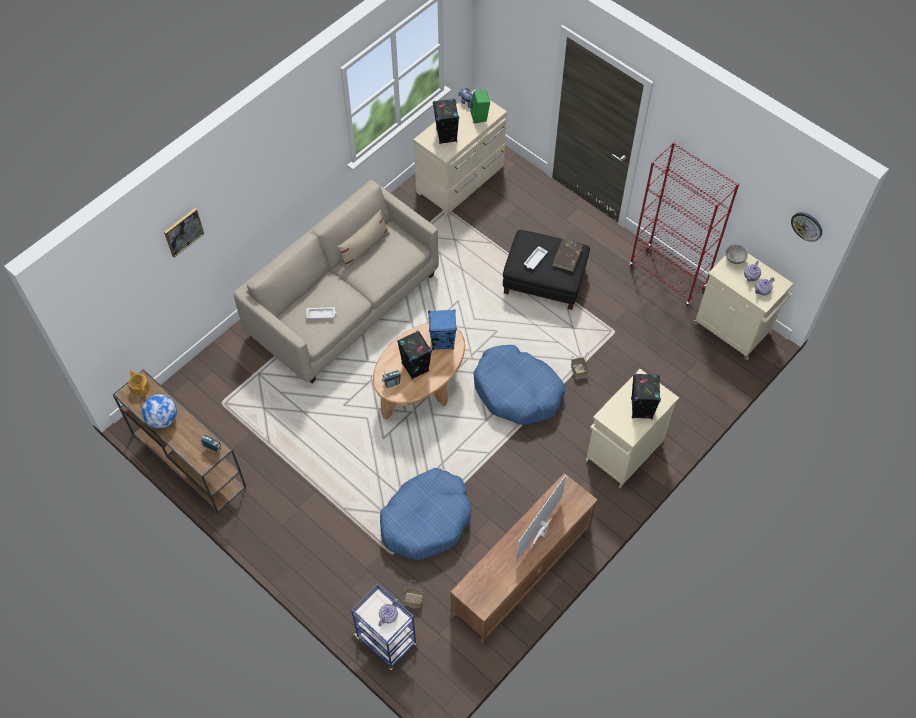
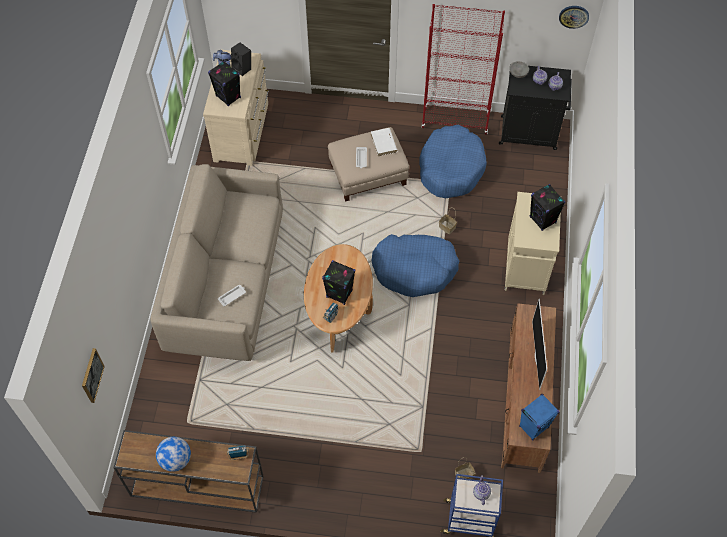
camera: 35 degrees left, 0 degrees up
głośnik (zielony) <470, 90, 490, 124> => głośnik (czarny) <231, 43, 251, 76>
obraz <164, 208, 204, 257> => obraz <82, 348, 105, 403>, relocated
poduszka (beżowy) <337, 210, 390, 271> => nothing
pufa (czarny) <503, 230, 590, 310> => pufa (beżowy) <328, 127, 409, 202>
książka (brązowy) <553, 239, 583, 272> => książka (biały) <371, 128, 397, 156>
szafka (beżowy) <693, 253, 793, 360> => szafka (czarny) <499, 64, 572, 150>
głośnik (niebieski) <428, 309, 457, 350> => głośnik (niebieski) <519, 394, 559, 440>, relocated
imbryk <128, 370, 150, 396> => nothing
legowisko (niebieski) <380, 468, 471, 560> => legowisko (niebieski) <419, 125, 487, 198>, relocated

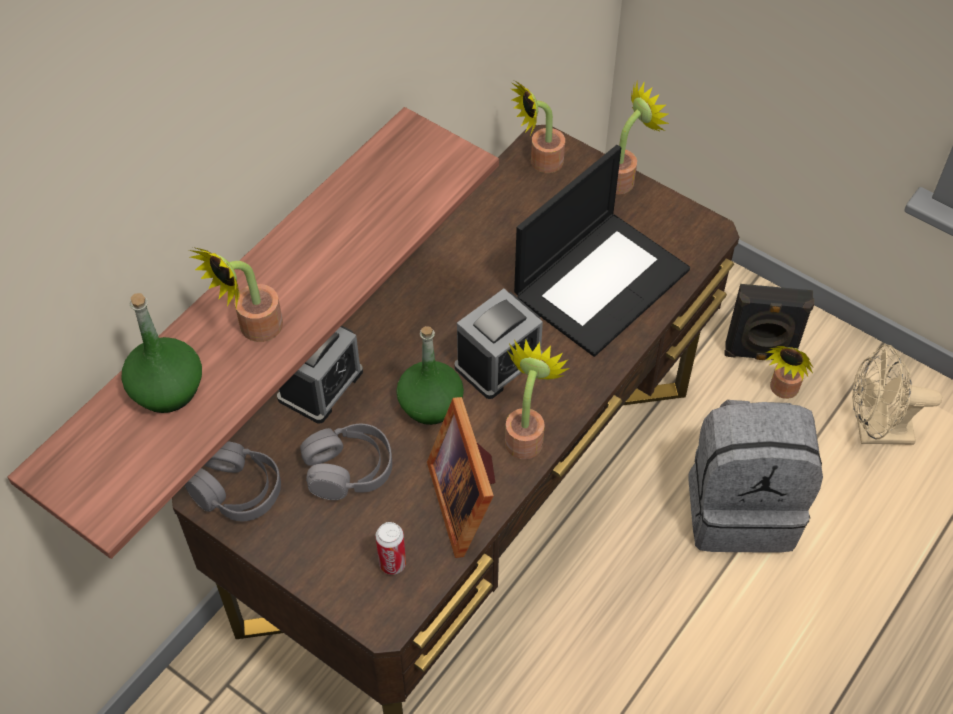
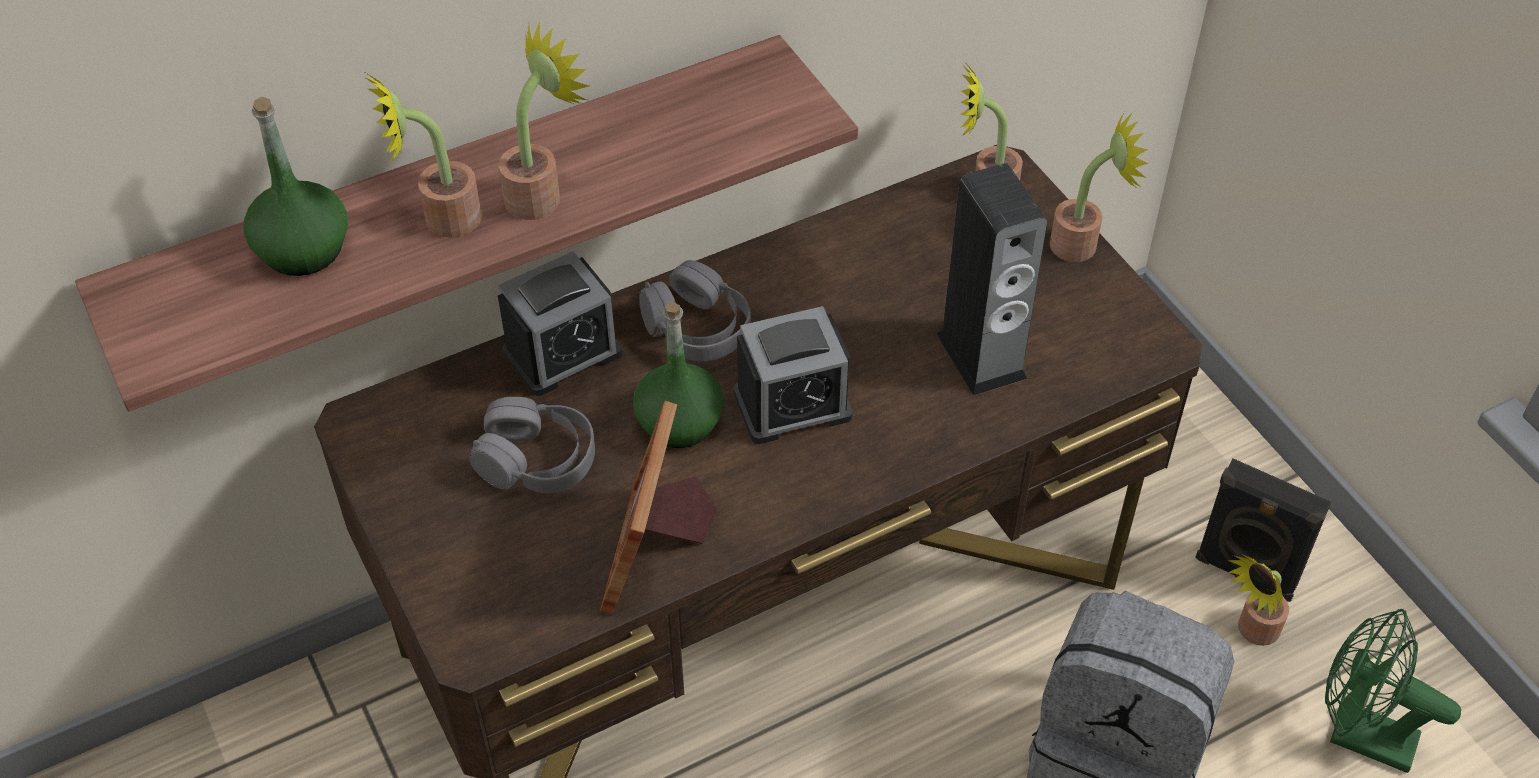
camera: 25 degrees right, 5 degrees down
laptop <514, 145, 690, 357> => głośnik <936, 164, 1047, 395>
roślina doniczkowa <505, 340, 569, 459> => roślina doniczkowa <499, 21, 589, 220>, relocated
wentylator (beżowy) <852, 344, 942, 445> => wentylator (zielony) <1325, 609, 1461, 773>
słuchawki (szary) <185, 441, 281, 521> => słuchawki (szary) <639, 260, 751, 361>, relocated
puszka <376, 522, 406, 575> => nothing

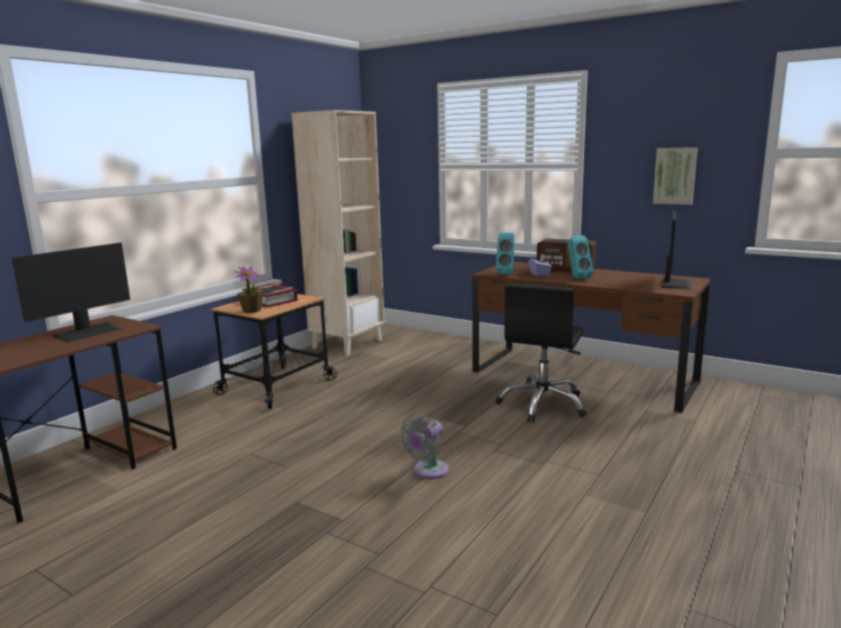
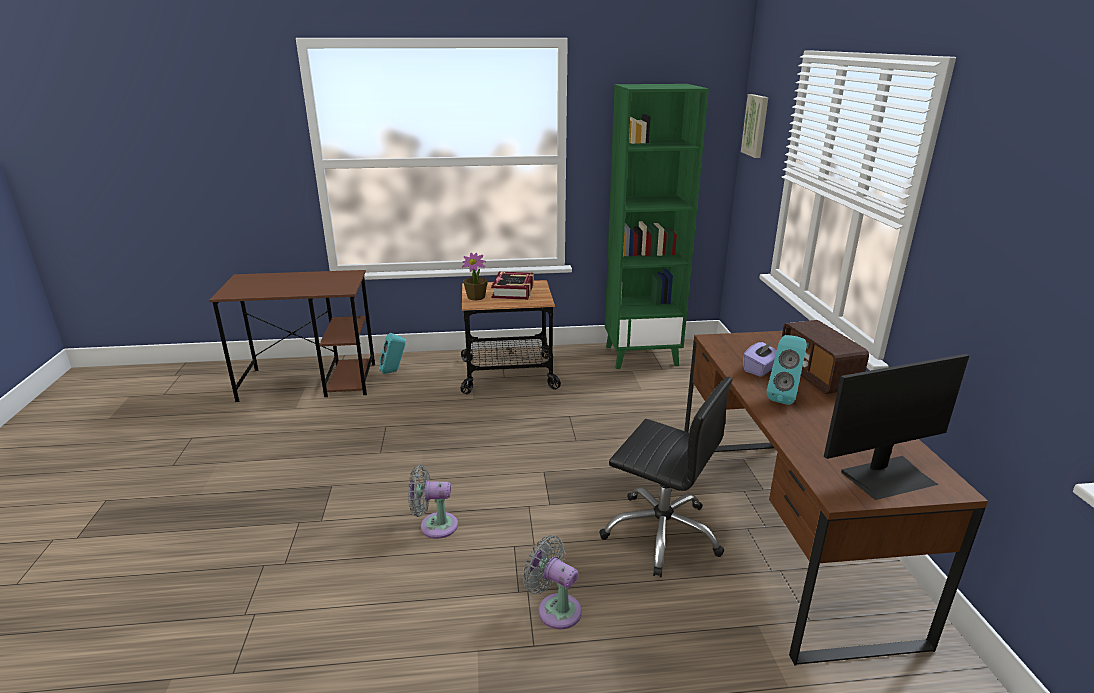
camera: 50 degrees right, 10 degrees up
regał (beżowy) <291, 110, 385, 356> => regał (zielony) <605, 84, 709, 369>
obraz <653, 147, 698, 205> => obraz <741, 94, 768, 158>, relocated
głośnik (turkusowy) <496, 233, 514, 275> => głośnik (turkusowy) <379, 333, 406, 374>, relocated
monitor <12, 243, 130, 342> => nothing
krzesło biurowe (czarny) <496, 284, 587, 423> => krzesło biurowe (czarny) <599, 377, 732, 577>, 135 degrees counterclockwise
nothing => wentylator (szary) <523, 535, 582, 629>

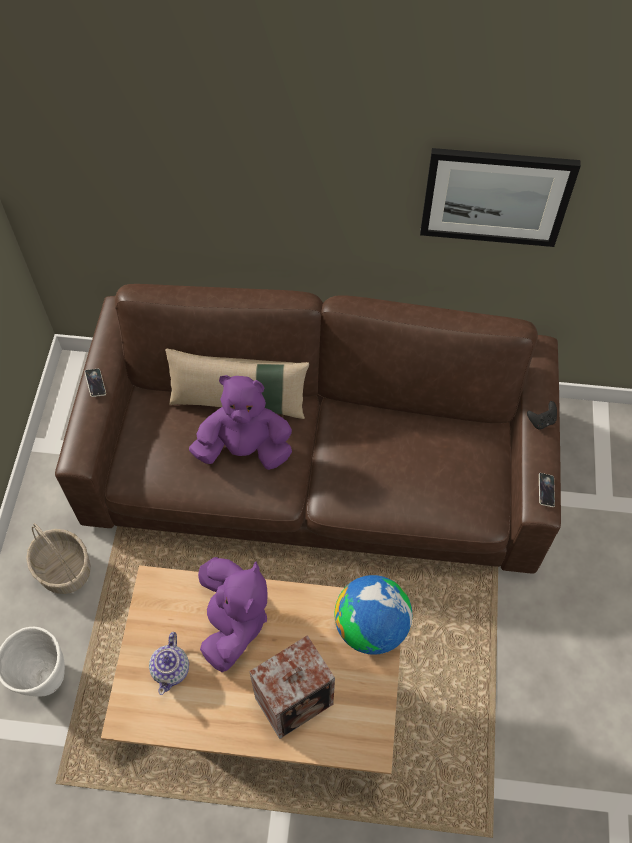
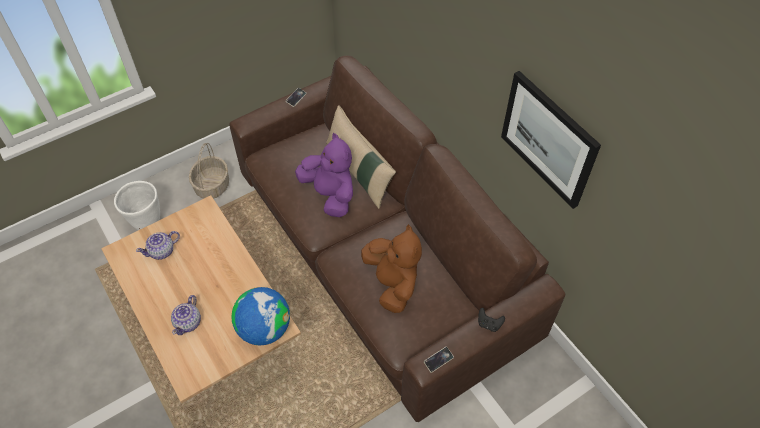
camera: 50 degrees right, 5 degrees down
pluszak (fioletowy) <198, 557, 267, 672> => nothing
głośnik <249, 635, 335, 739> => imbryk <171, 295, 201, 335>
nothing => pluszak (brązowy) <361, 224, 422, 313>

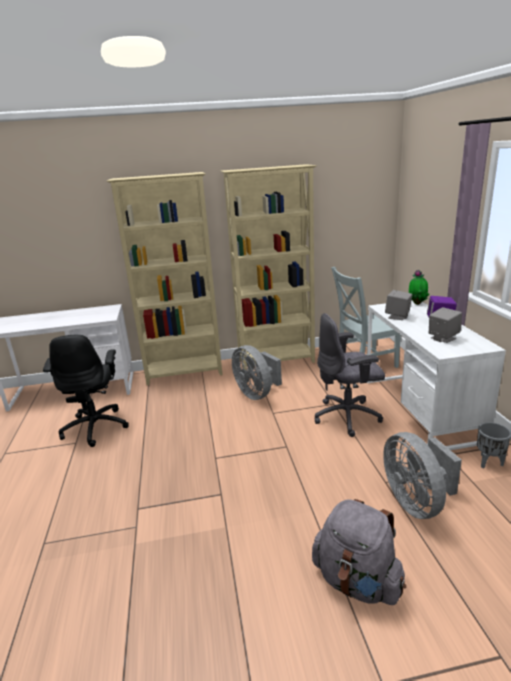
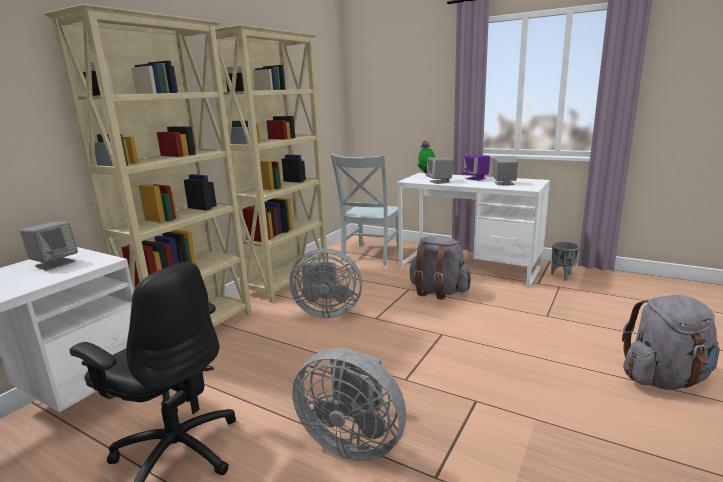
camera: 50 degrees left, 5 degrees down
krzesło biurowe (szary) <314, 313, 385, 437> => plecak (szary) <409, 236, 471, 300>
wentylator (szary) <383, 432, 462, 519> => wentylator (szary) <292, 348, 406, 461>, relocated
nothing => głośnik (szary) <20, 222, 78, 270>

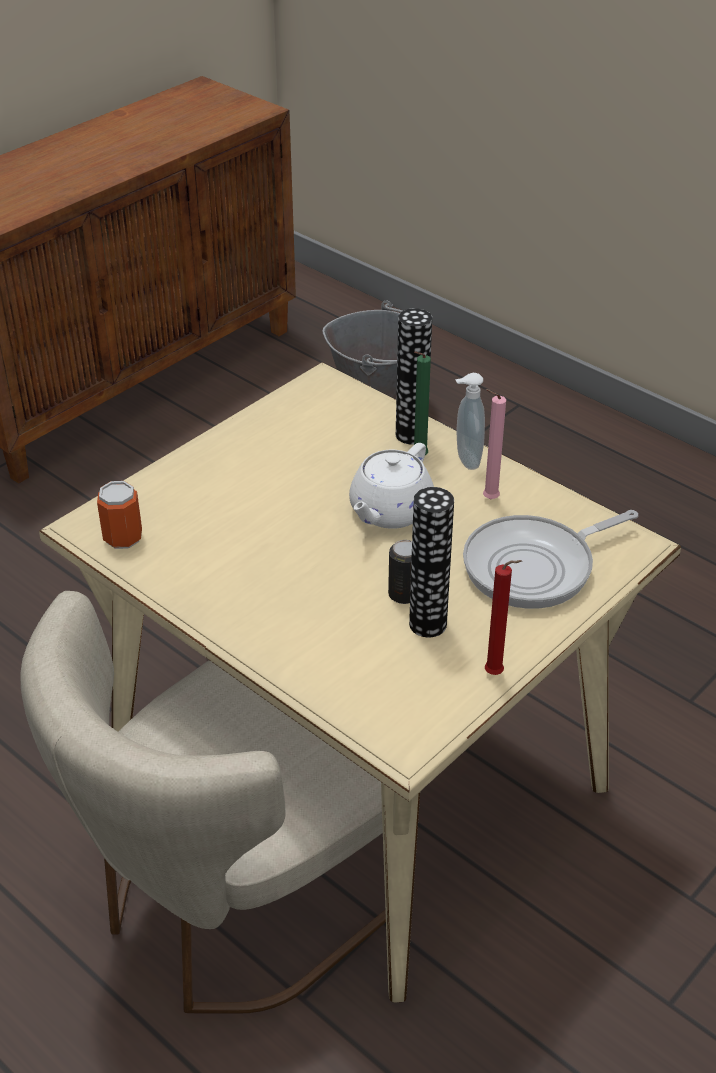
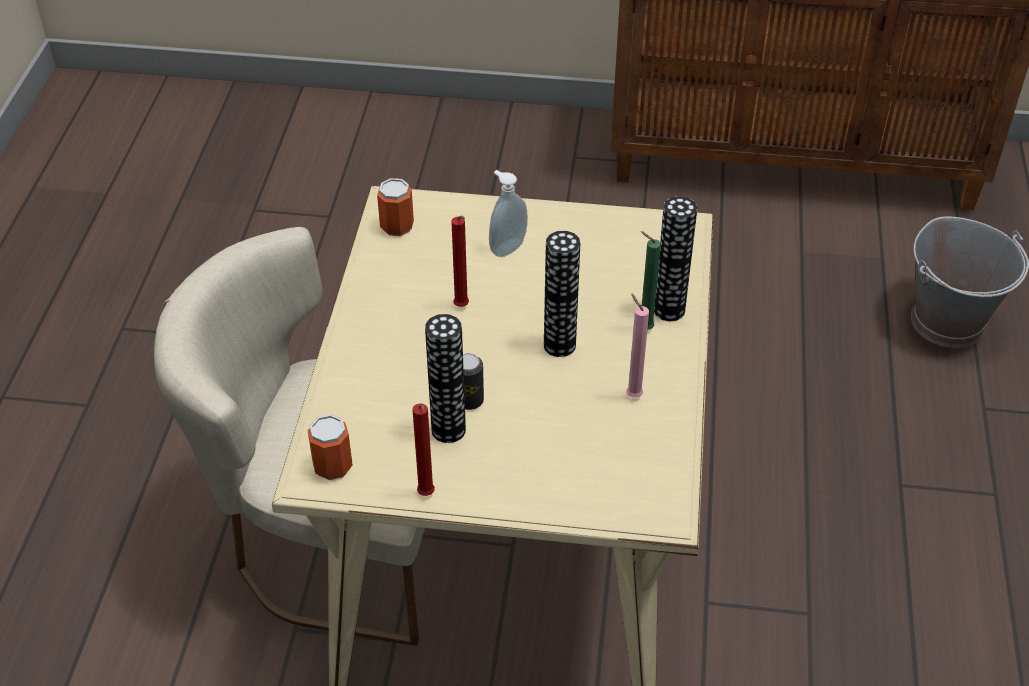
camera: 55 degrees right, 5 degrees up
dozownik mydła <455, 373, 485, 470> => dozownik mydła <489, 170, 528, 257>, relocated
imbryk (biały) <349, 443, 434, 529> => wazon <544, 231, 580, 357>
patelnia <463, 510, 638, 609> => nothing
nothing => świeca (czerwony) <451, 216, 469, 307>
nothing => puszka <308, 414, 353, 480>

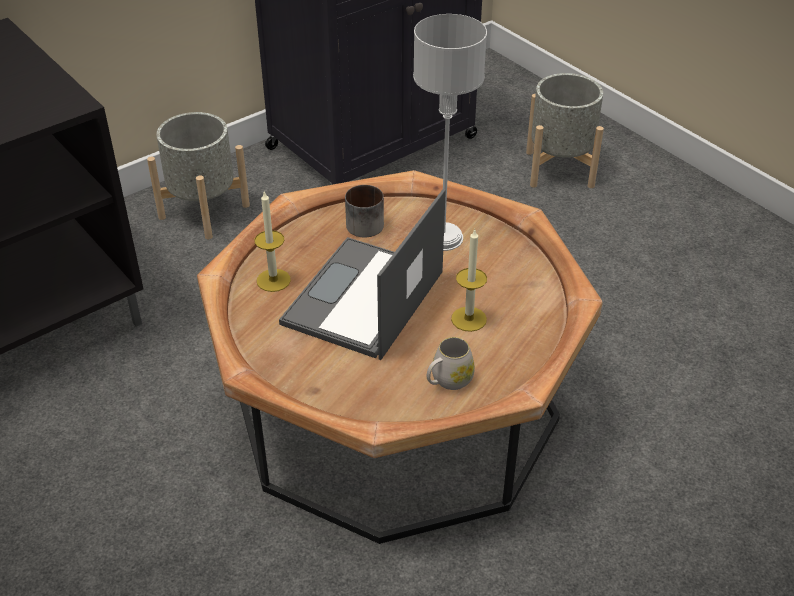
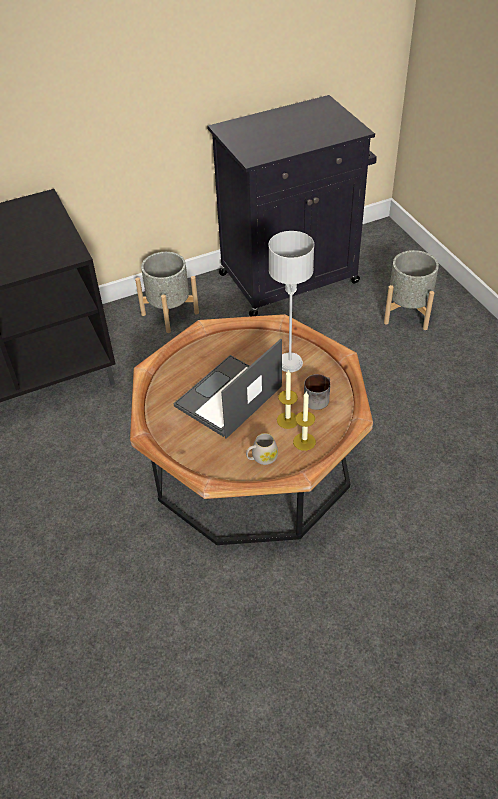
camera: 15 degrees right, 5 degrees up
kubek <345, 185, 384, 237> => kubek <304, 374, 330, 410>, relocated
świeca <254, 191, 291, 292> => świeca <293, 392, 316, 451>, relocated

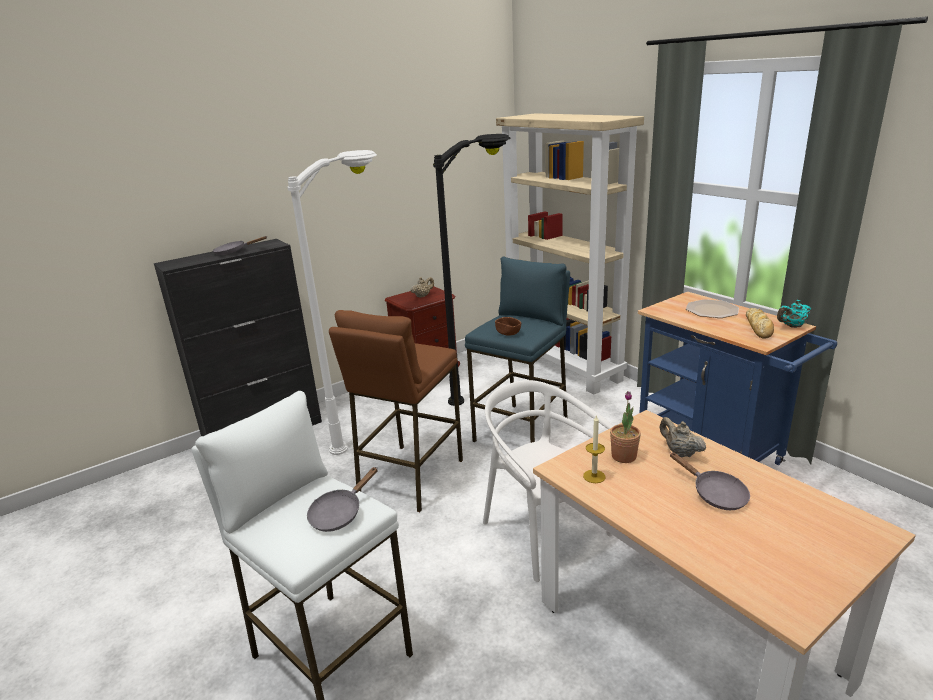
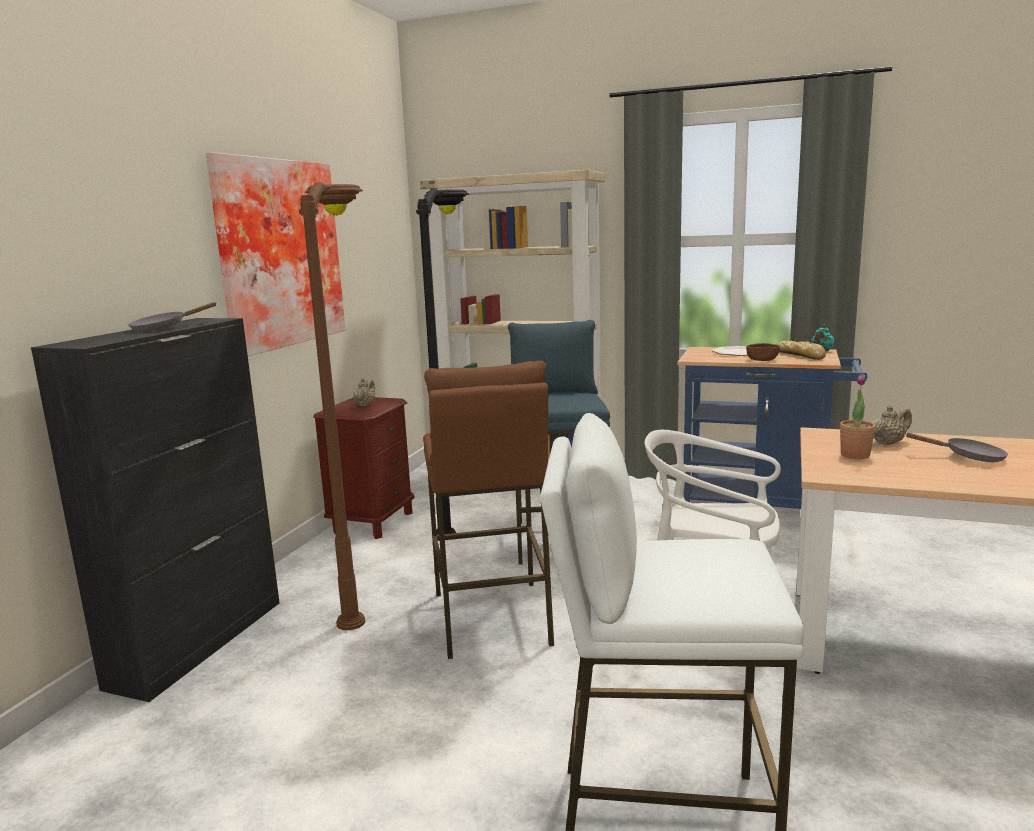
camera: 35 degrees left, 10 degrees down
lampa stojąca (biały) <287, 150, 377, 455> => lampa stojąca (brązowy) <299, 182, 365, 630>
miska (brązowy) <495, 317, 521, 336> => miska (brązowy) <746, 343, 780, 361>, relocated
świeca <583, 415, 606, 483> => nothing
imbryk (beżowy) <660, 417, 706, 457> => imbryk (beżowy) <871, 405, 912, 445>, 135 degrees clockwise
patelnia (szary) <307, 467, 377, 532> => nothing
nothing => obraz <206, 152, 345, 356>

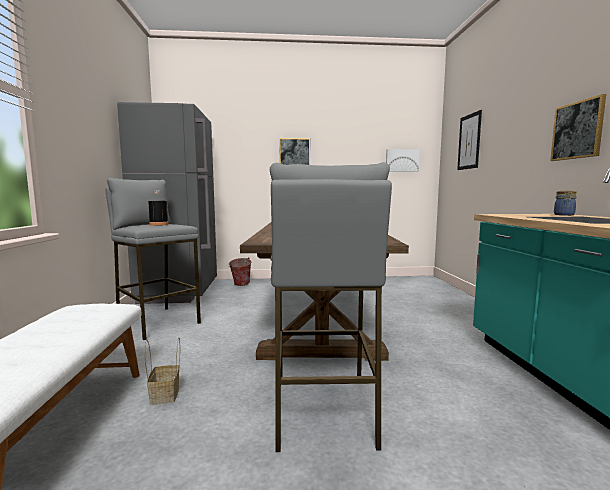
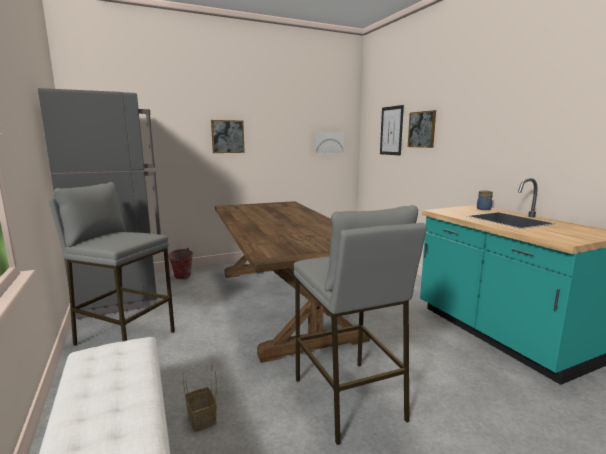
camera: 20 degrees left, 5 degrees up
obraz <550, 94, 606, 161> => obraz <408, 110, 436, 148>, relocated
butelka (czarny) <148, 191, 168, 226> => nothing

